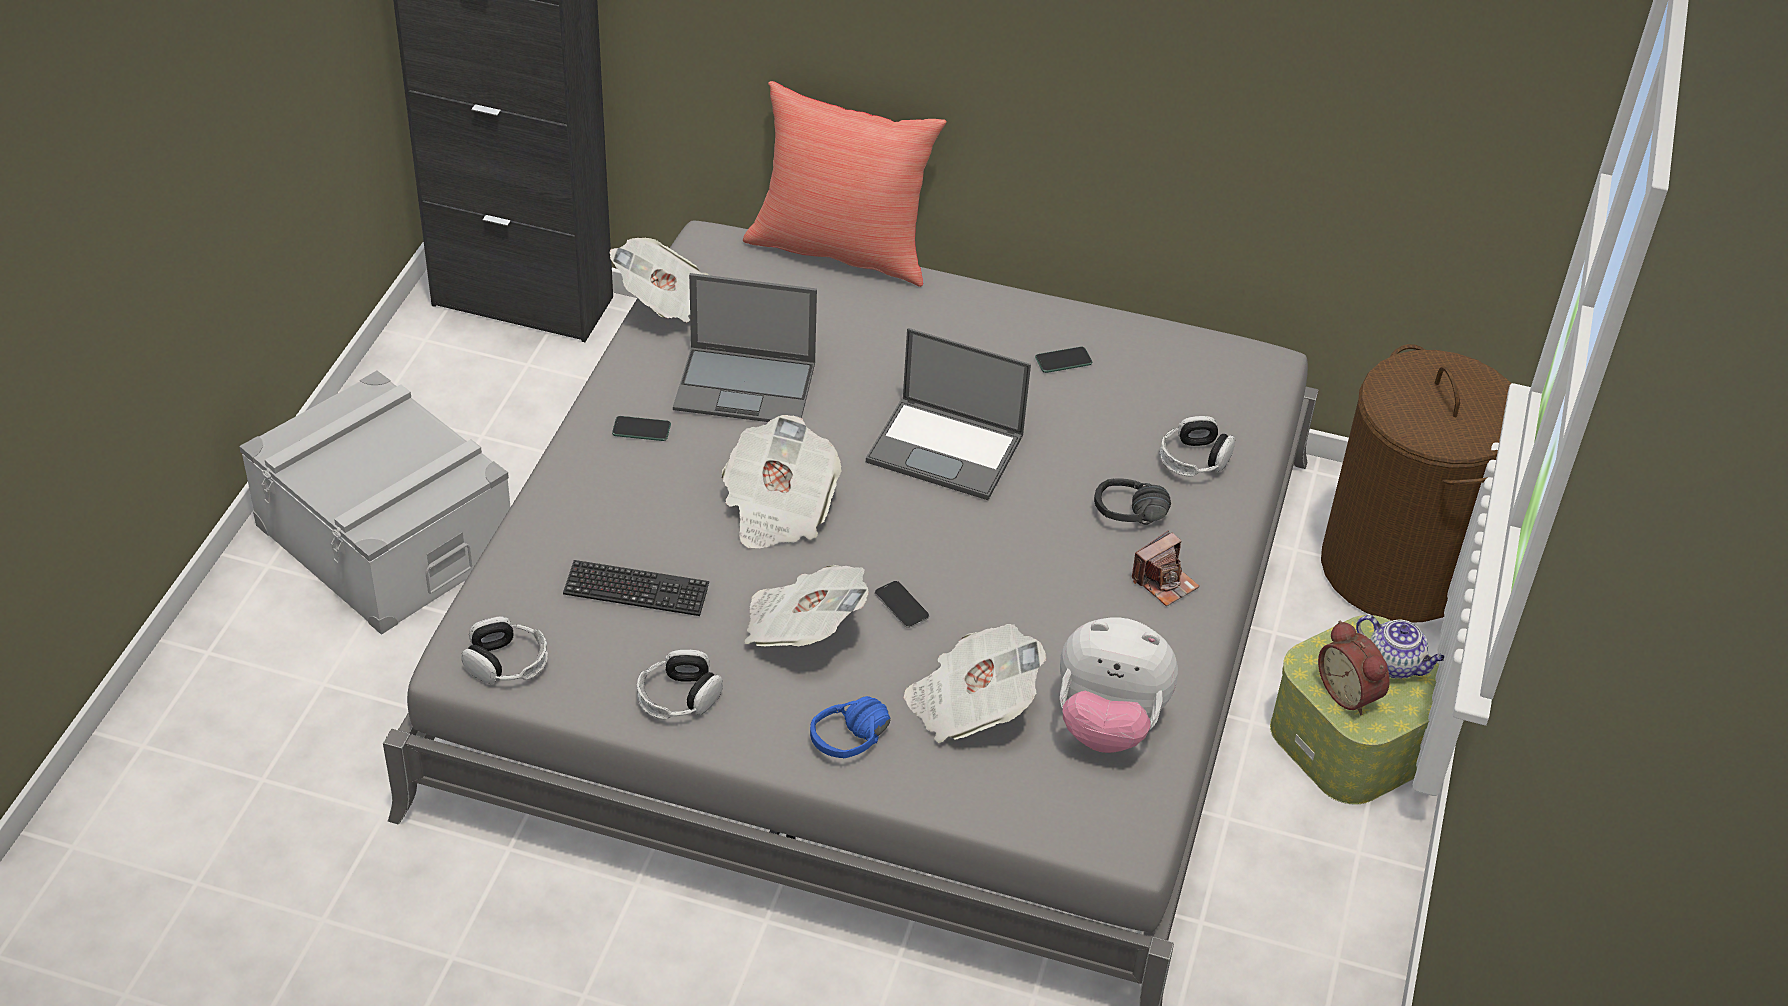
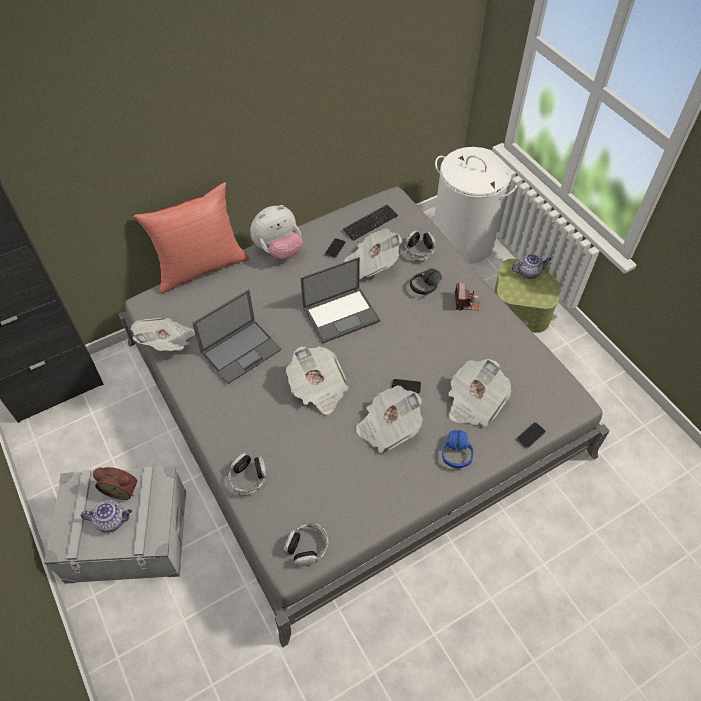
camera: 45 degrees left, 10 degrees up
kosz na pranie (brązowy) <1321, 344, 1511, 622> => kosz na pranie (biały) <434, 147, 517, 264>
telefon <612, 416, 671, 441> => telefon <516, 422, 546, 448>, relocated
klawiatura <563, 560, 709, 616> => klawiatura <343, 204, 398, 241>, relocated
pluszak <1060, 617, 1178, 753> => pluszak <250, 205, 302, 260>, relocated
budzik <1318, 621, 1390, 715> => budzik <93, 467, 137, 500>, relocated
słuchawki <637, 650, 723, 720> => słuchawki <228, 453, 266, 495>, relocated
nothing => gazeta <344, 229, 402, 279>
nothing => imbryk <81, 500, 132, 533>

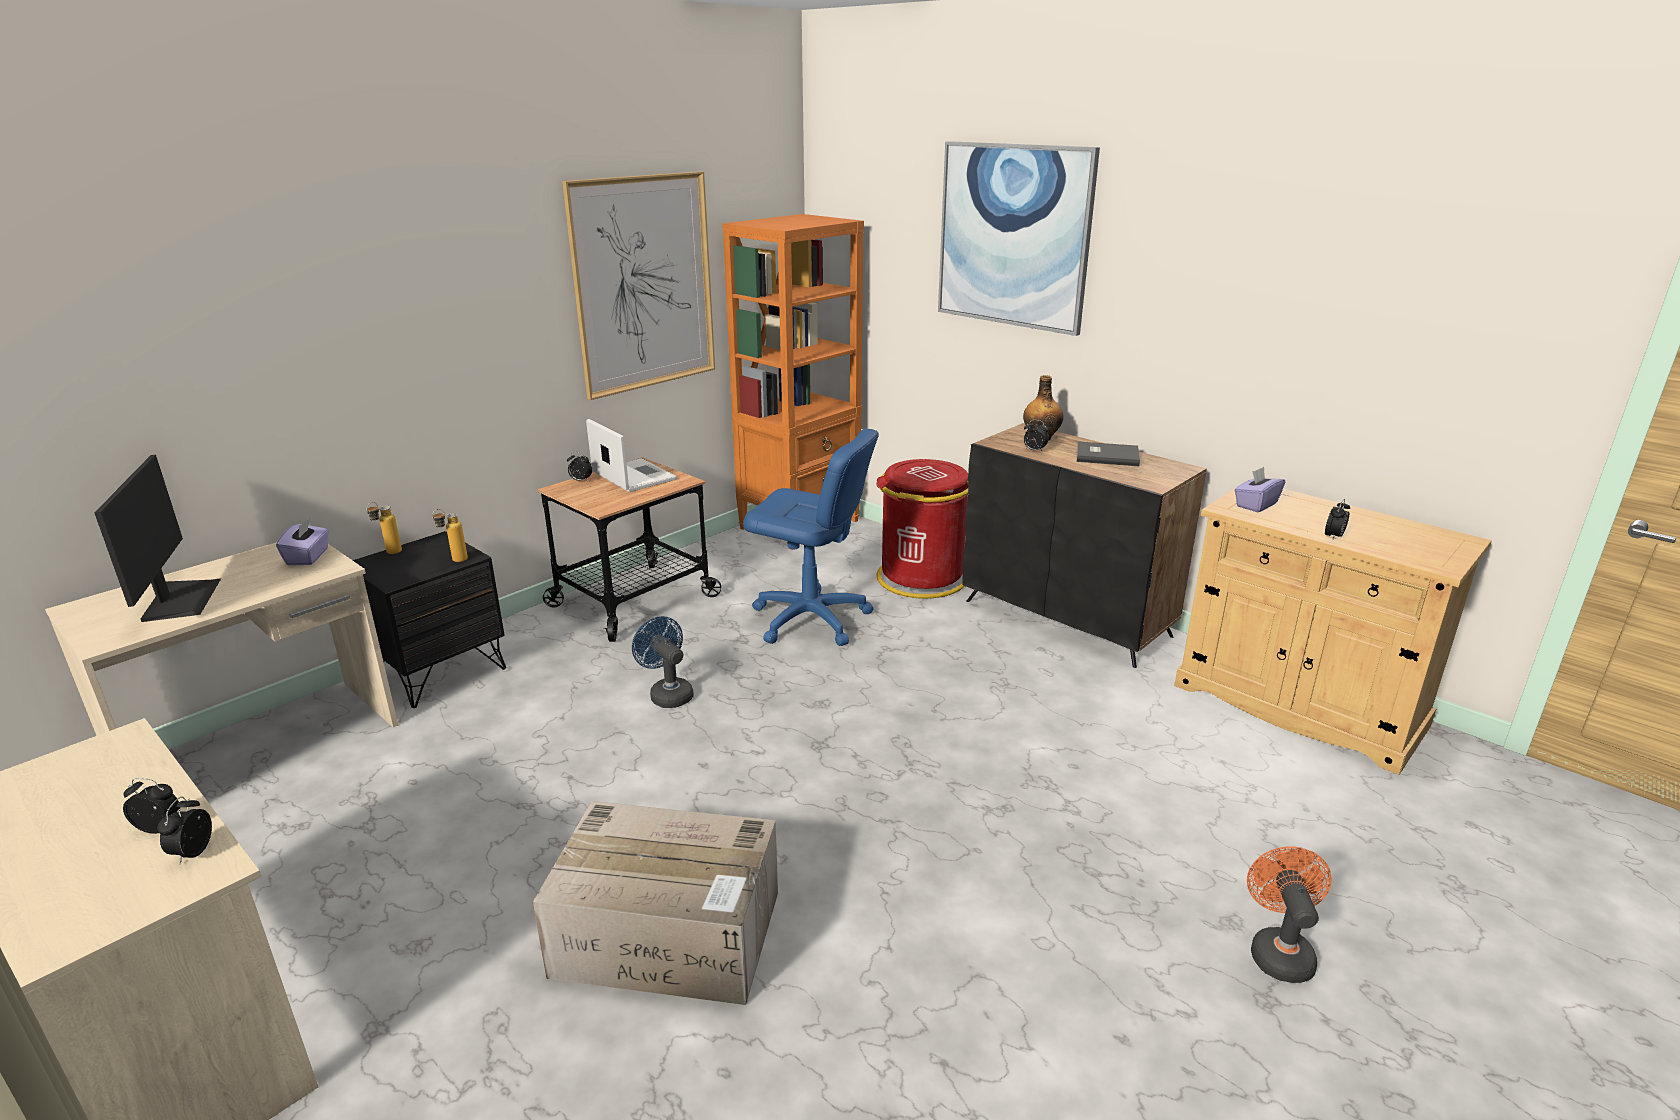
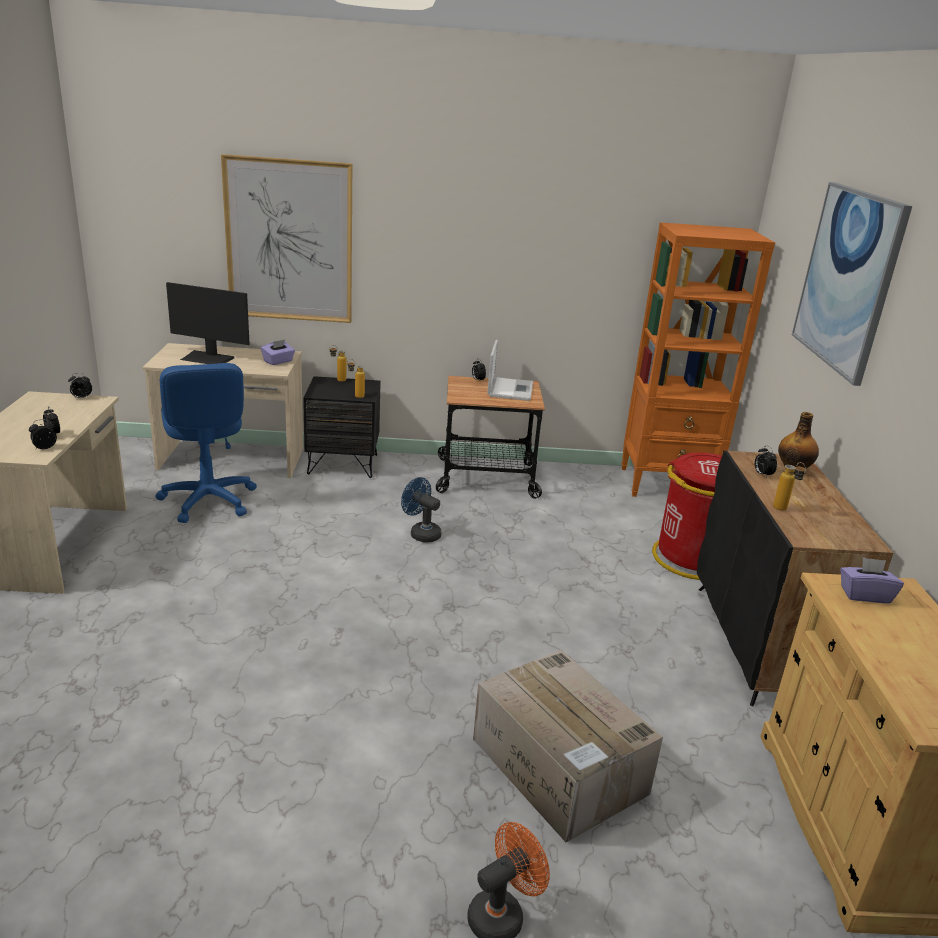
camera: 45 degrees right, 0 degrees up
obraz <562, 171, 715, 400> => obraz <221, 154, 353, 323>, relocated
krzesło biurowe (niebieski) <743, 429, 879, 646> => krzesło biurowe (niebieski) <155, 363, 257, 523>, relocated
książka (szary) <1077, 441, 1140, 466> => nothing
monitor <95, 455, 221, 622> => monitor <166, 282, 250, 364>, 75 degrees clockwise
budzik <1325, 499, 1350, 541> => budzik <68, 373, 92, 399>, relocated
wentylator (niebieski) <632, 616, 694, 708> => wentylator (niebieski) <401, 477, 442, 543>, 60 degrees counterclockwise
karton <533, 801, 778, 1005> => karton <473, 650, 663, 842>, relocated
nothing => butelka <773, 462, 806, 511>

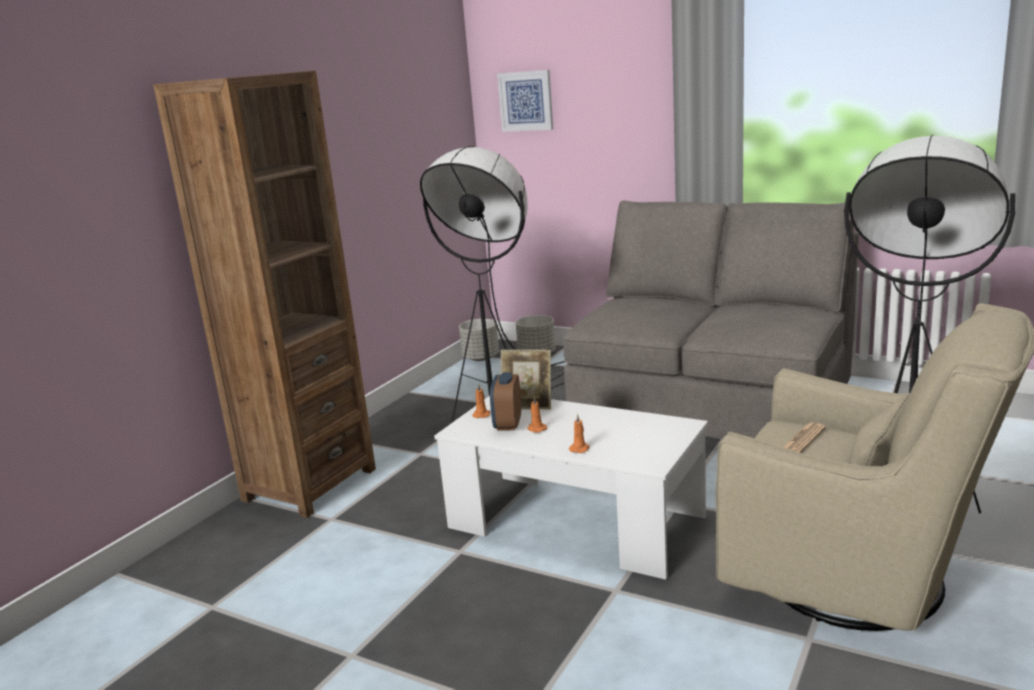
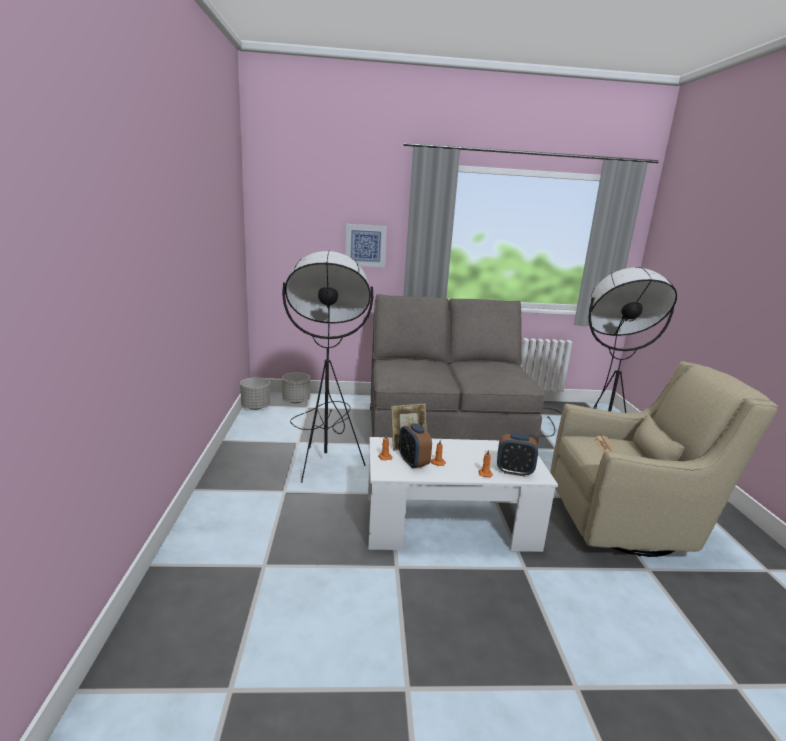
camera: 35 degrees left, 0 degrees up
obraz <497, 70, 553, 132> => obraz <345, 224, 387, 267>, relocated
regał (brązowy) <153, 71, 376, 518> => nothing
nothing => budzik <497, 433, 538, 477>

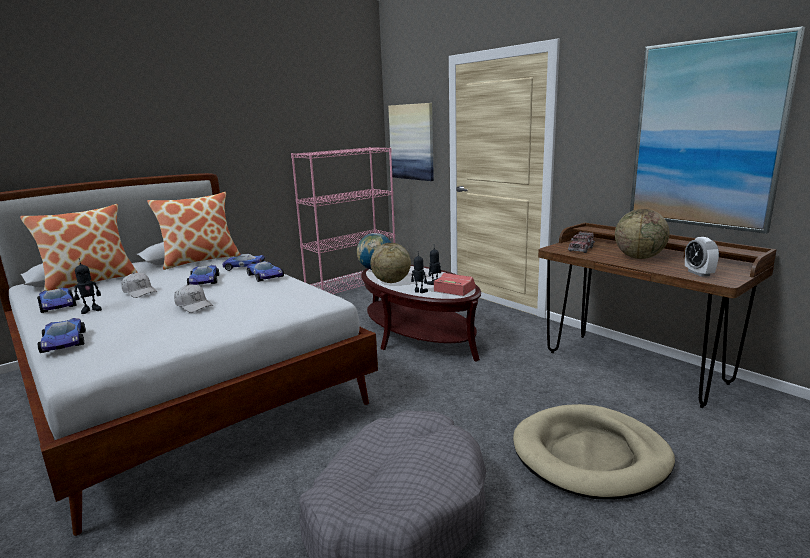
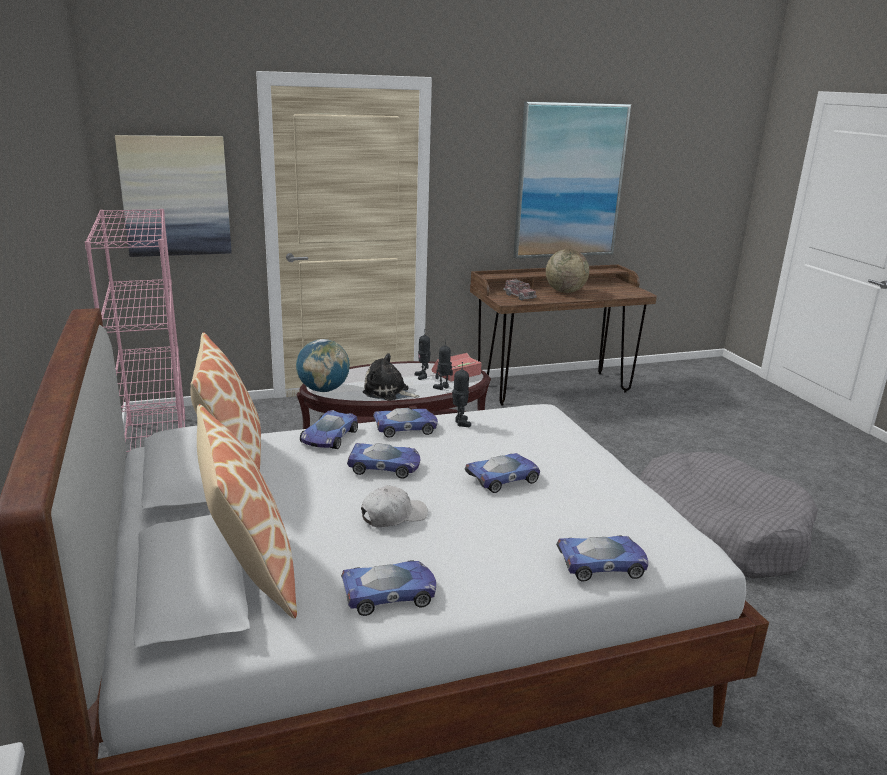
camera: 70 degrees left, 5 degrees up
budzik <685, 237, 719, 277> => nothing
globus <370, 243, 411, 283> => pluszak <363, 353, 419, 401>
robot zabawkowy <74, 258, 102, 314> => robot zabawkowy <452, 362, 471, 427>, relocated
czapka z daszkiem (biały) <174, 284, 213, 313> => samochodzik <465, 453, 540, 493>
legowisko (beżowy) <513, 404, 675, 500> => nothing

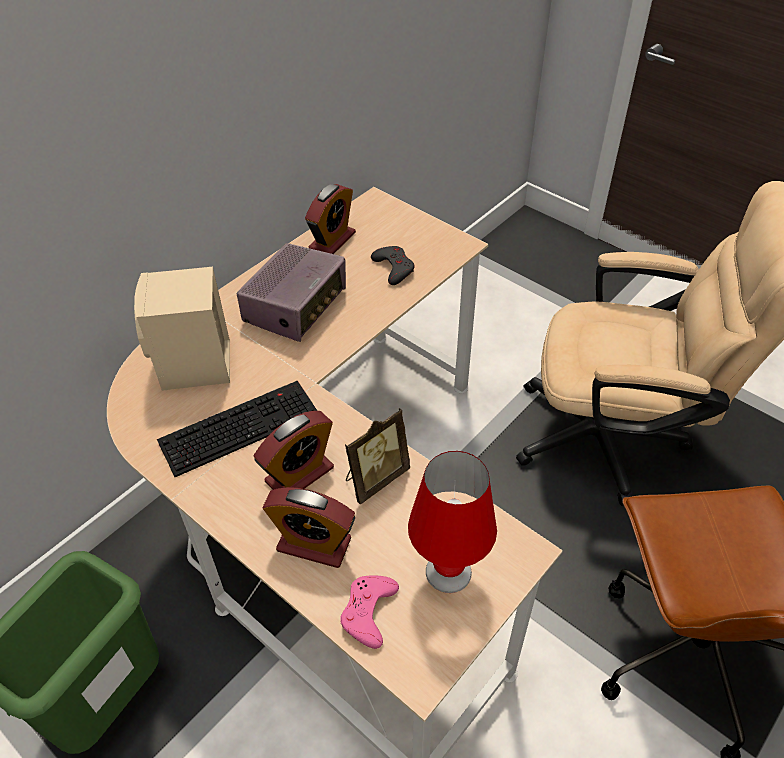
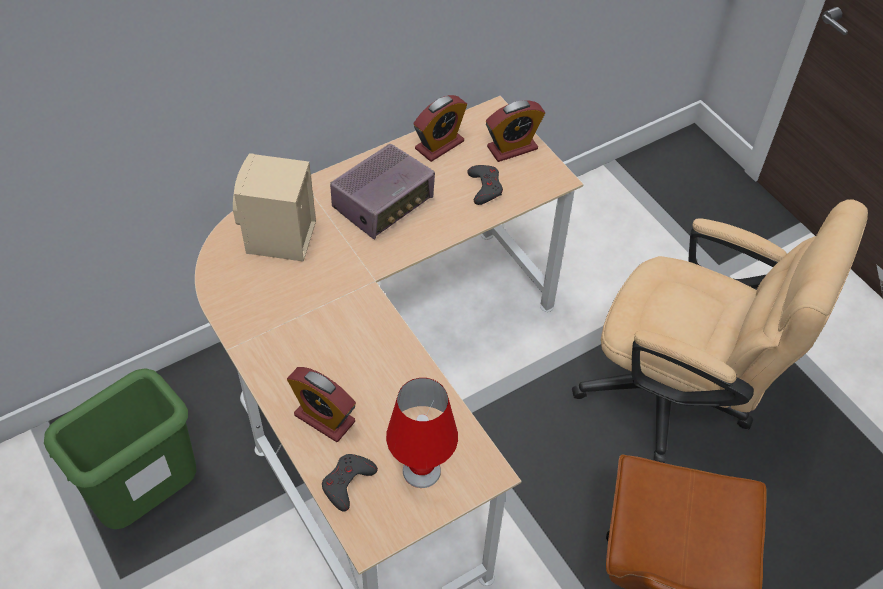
camera: 15 degrees right, 5 degrees up
klawiatura <157, 380, 317, 477> => nothing
ramka na zdjęcie <345, 408, 410, 505> => nothing
budzik <254, 411, 334, 490> => budzik <486, 100, 545, 162>, relocated
pad do gier (różowy) <340, 576, 399, 649> => pad do gier (szary) <322, 454, 378, 512>

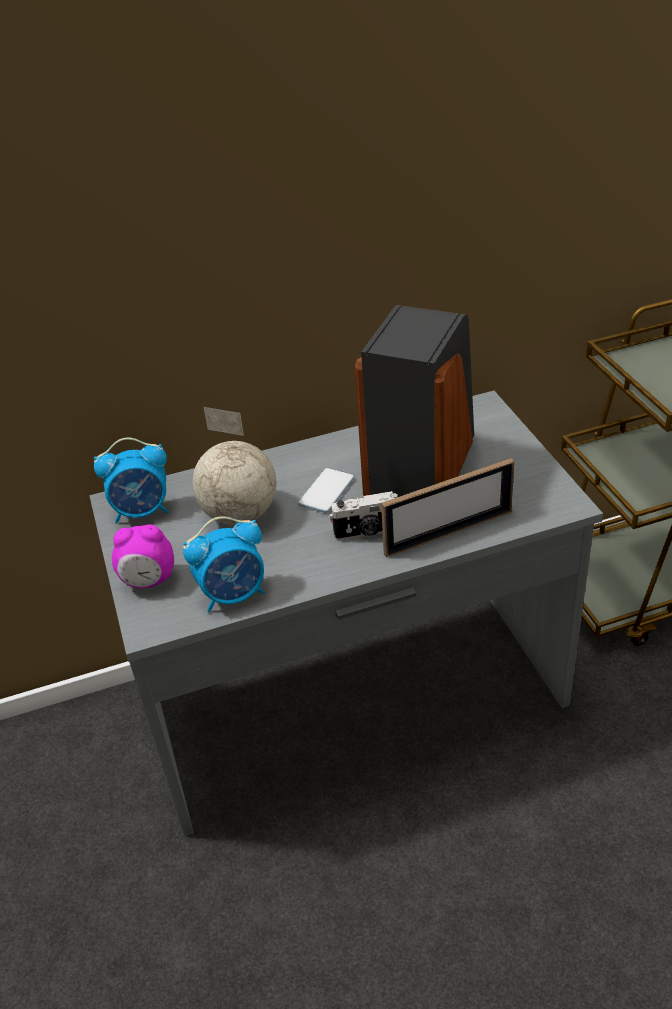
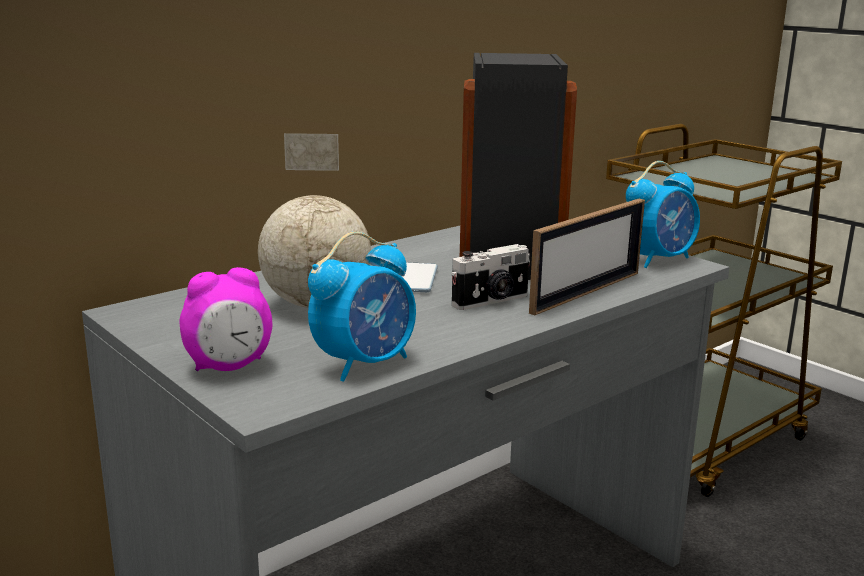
camera: 25 degrees left, 20 degrees down
budzik <94, 437, 169, 524> => budzik <626, 161, 700, 268>, relocated

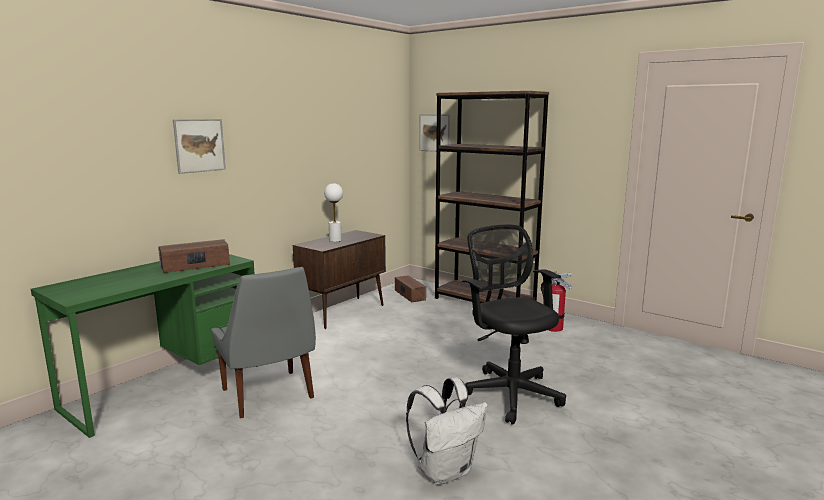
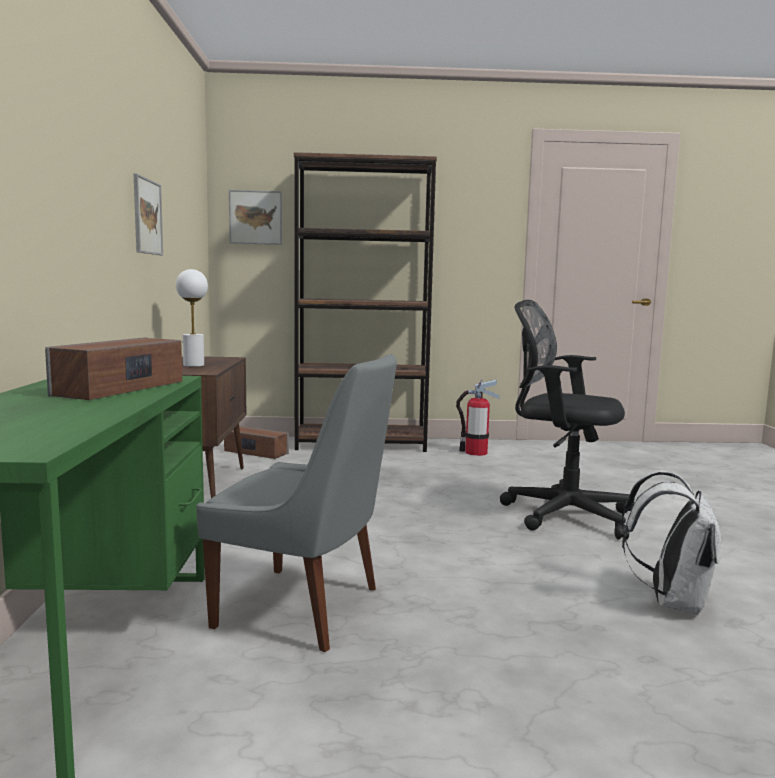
camera: 40 degrees left, 5 degrees down
obraz <173, 119, 226, 174> => obraz <134, 173, 163, 255>, relocated

